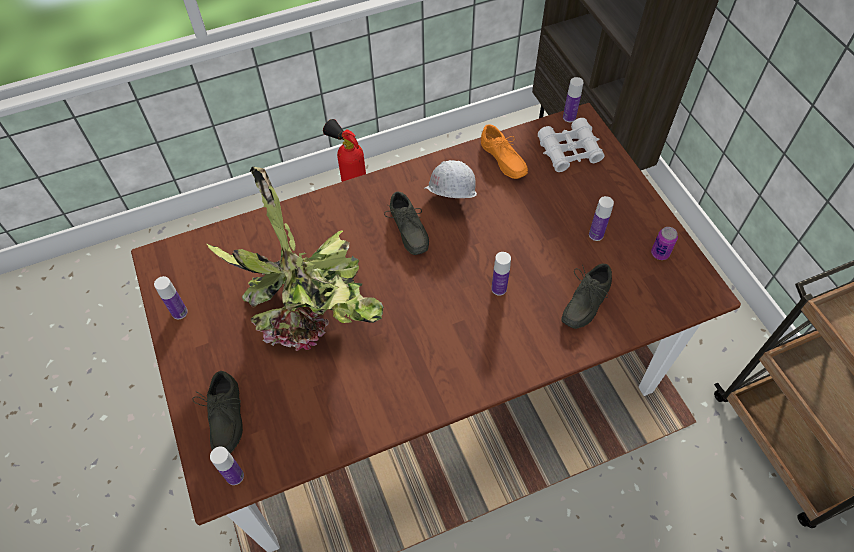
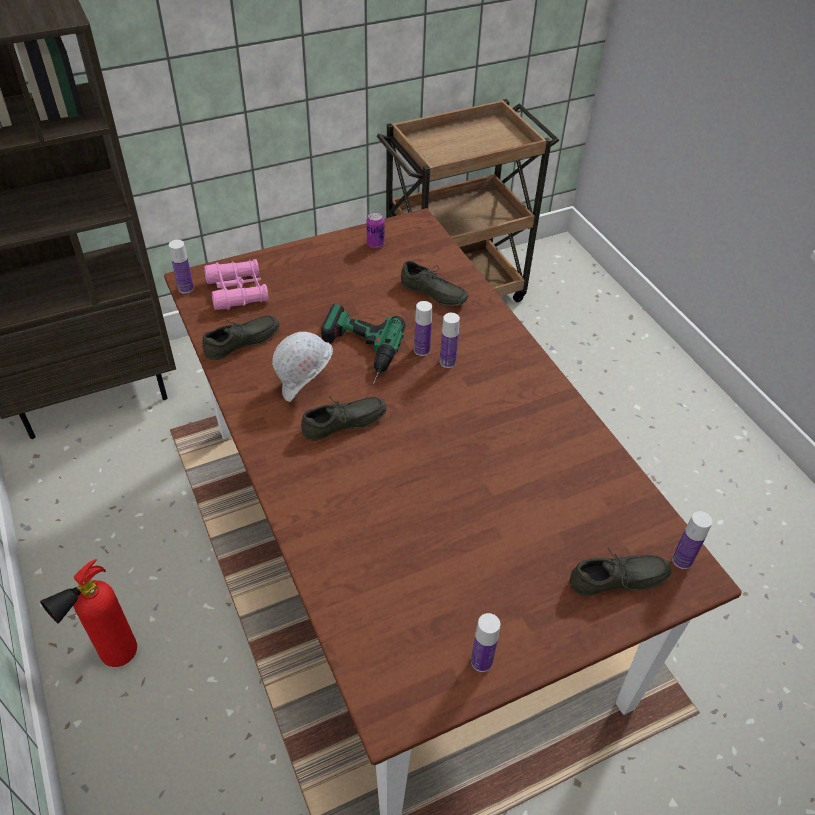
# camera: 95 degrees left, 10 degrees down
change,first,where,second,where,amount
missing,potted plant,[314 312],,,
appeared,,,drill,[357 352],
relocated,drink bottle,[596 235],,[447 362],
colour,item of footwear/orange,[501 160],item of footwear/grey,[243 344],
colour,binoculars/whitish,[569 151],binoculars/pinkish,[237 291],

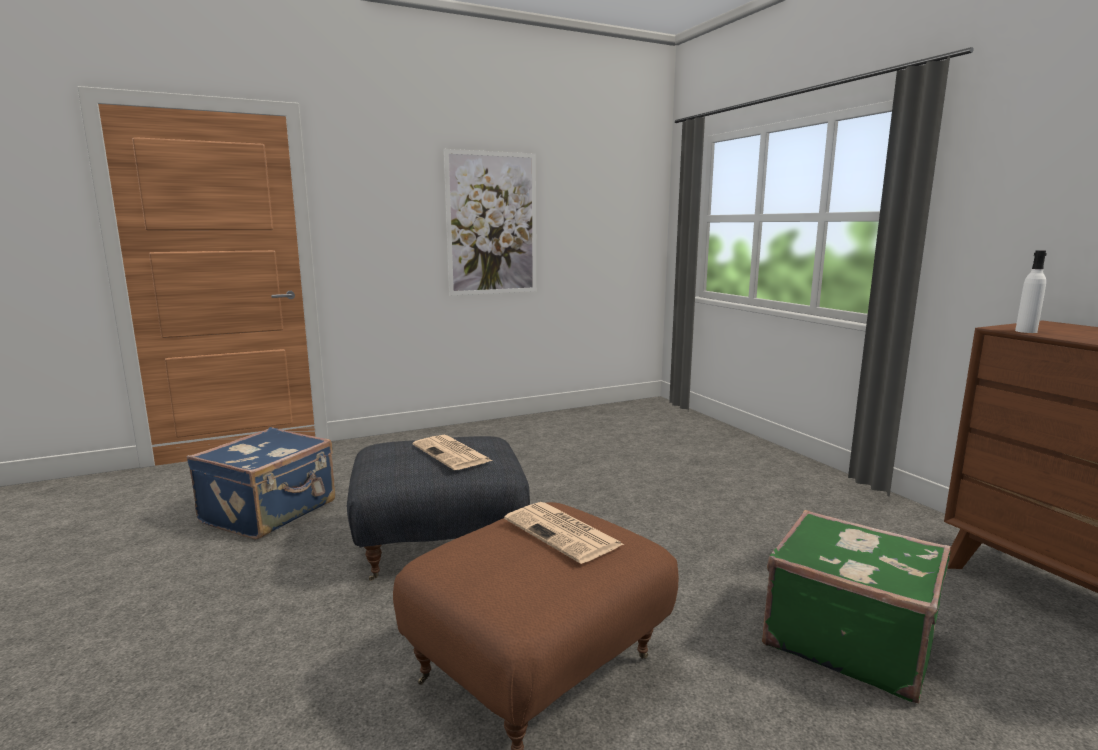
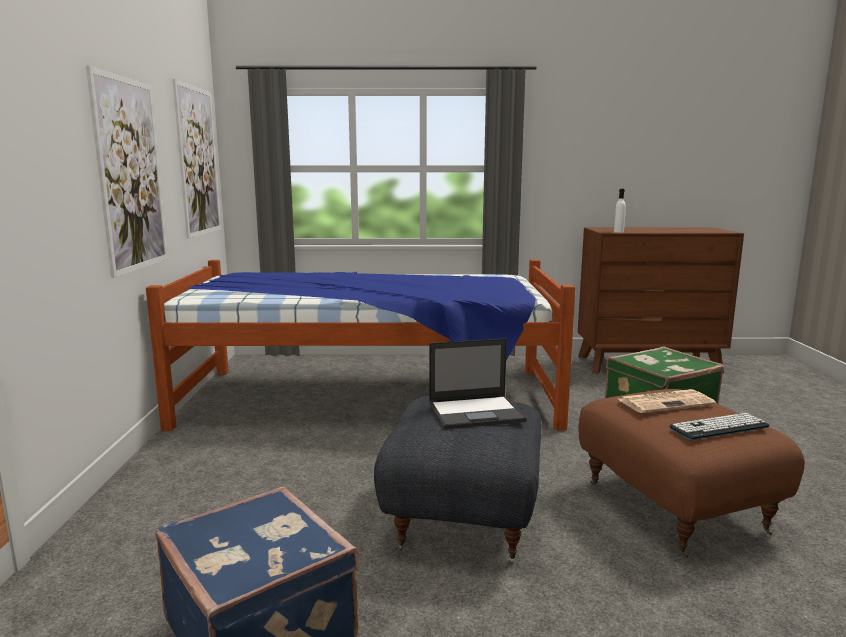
# camera: 65 degrees left, 0 degrees up
change,first,where,second,where,amount
appeared,,,bedroom bed,[371 398],
appeared,,,picture,[198 161],
appeared,,,computer keyboard,[719 427],
exchanged,newspaper,[452 453],notebook computer,[477 412],

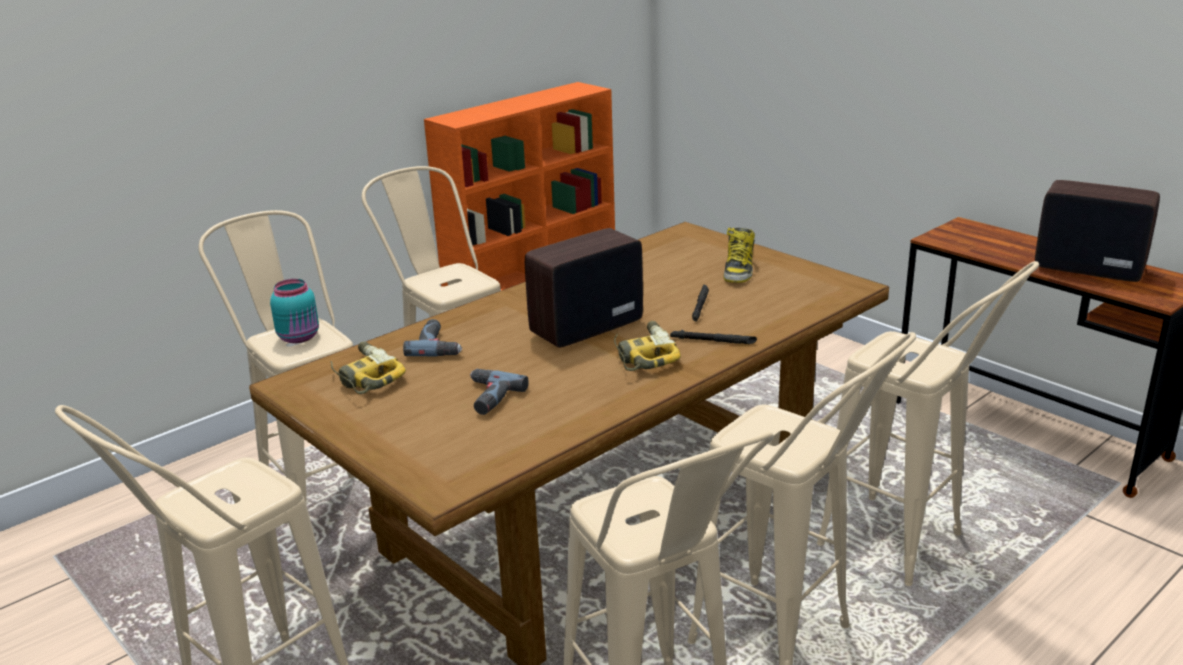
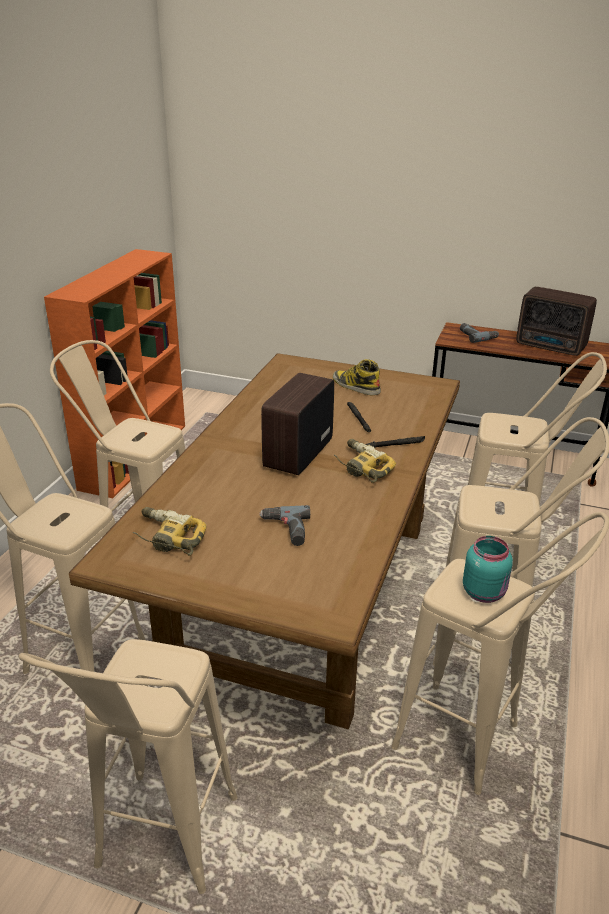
# camera: 30 degrees left, 5 degrees up
change,first,where,second,where,amount
relocated,jar/blue-green,[300 337],,[484 592],
relocated,drill,[438 345],,[477 336],
spun,high-top boot,[738 270],,[355 386],150 degrees clockwise
spun,radio receiver,[1086 268],,[551 347],150 degrees counterclockwise

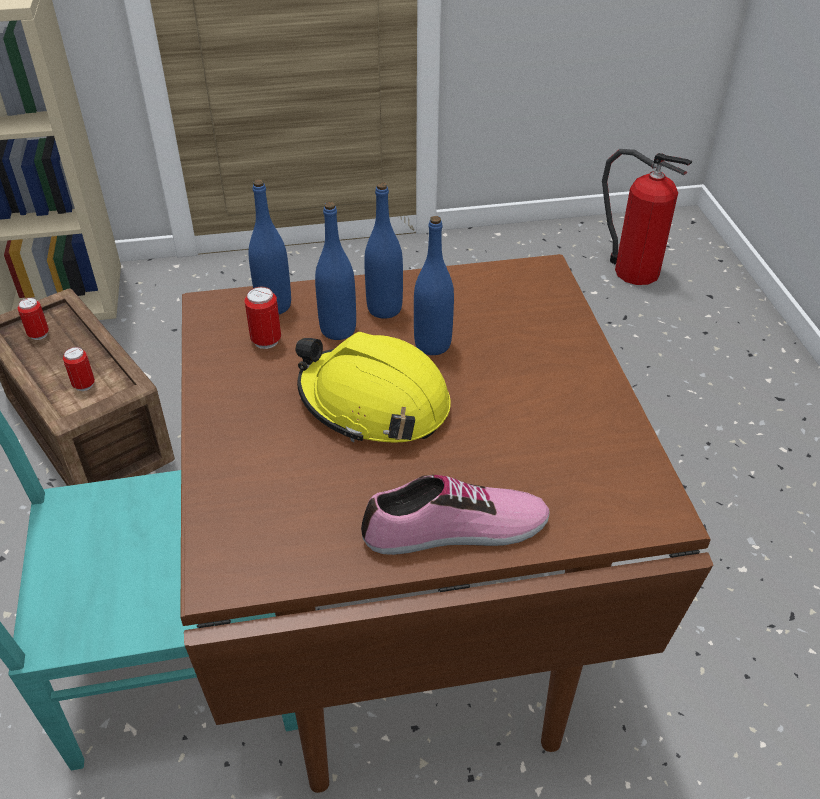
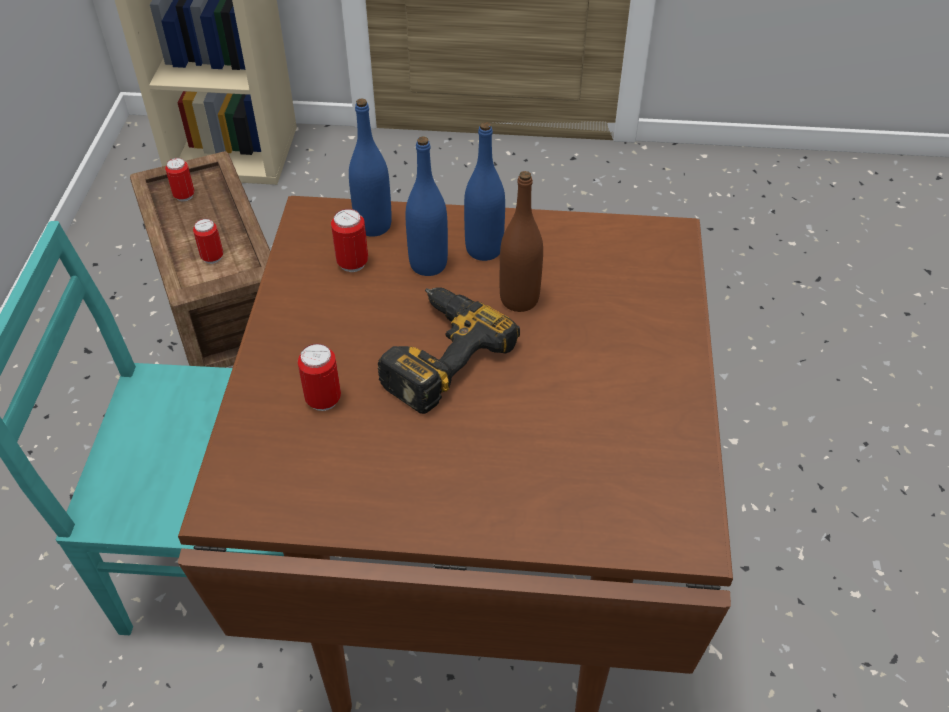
# camera: 15 degrees right, 5 degrees up
change,first,where,second,where,amount
missing,item of footwear,[456 531],,,
missing,extinguisher,[632 270],,,
appeared,,,can,[323 400],
exchanged,safety helmet/yellow,[374 403],drill,[435 353],
colour,drink bottle/blue-coloured,[432 345],drink bottle/brown,[519 299],

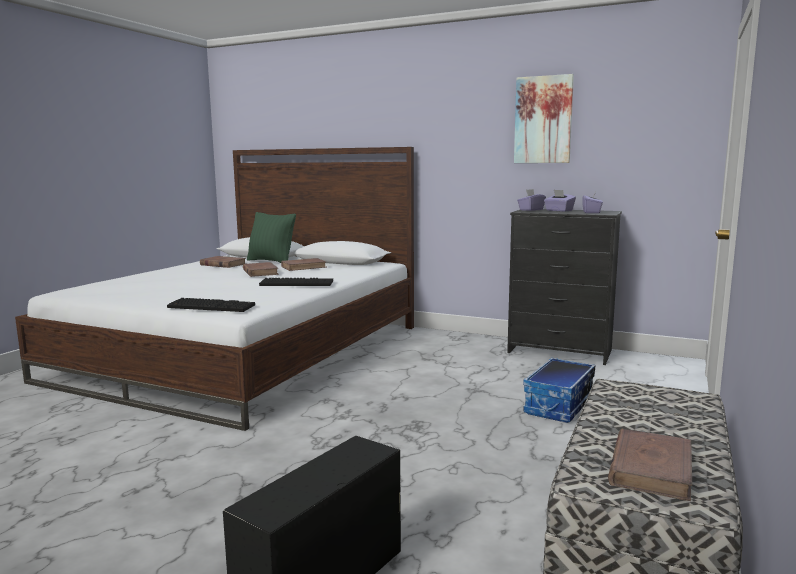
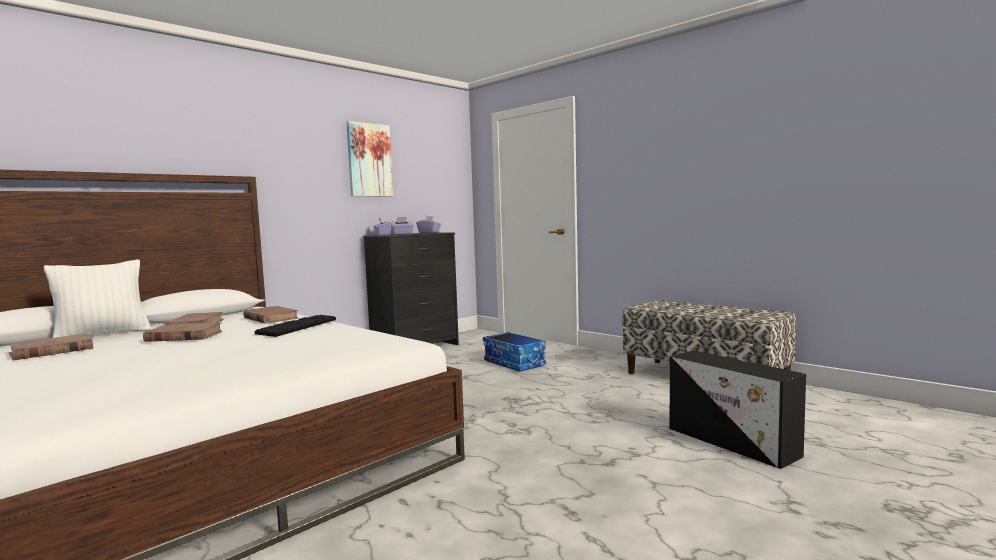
# camera: 70 degrees left, 5 degrees down
change,first,where,second,where,amount
missing,computer keyboard,[212 306],,,
relocated,volume/brown,[651 468],,[270 318],
colour,cushion/green-coloured,[271 261],cushion/whitish,[103 334],

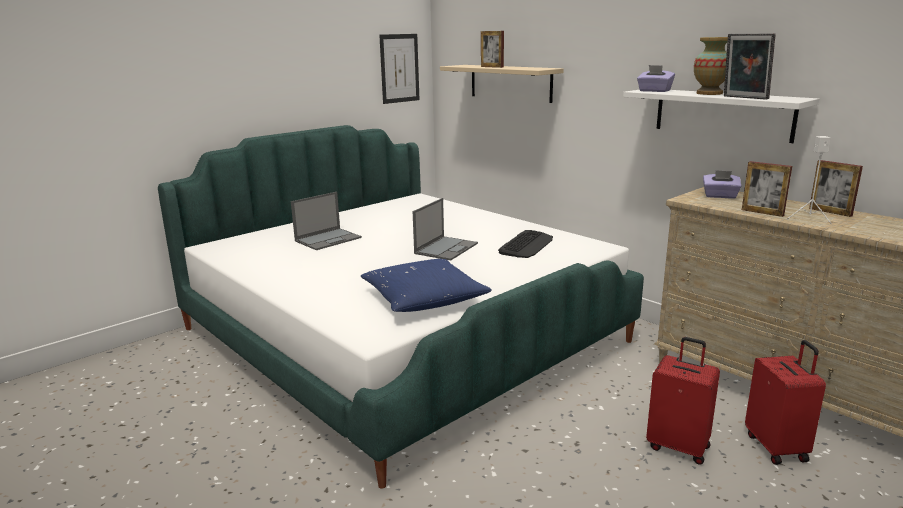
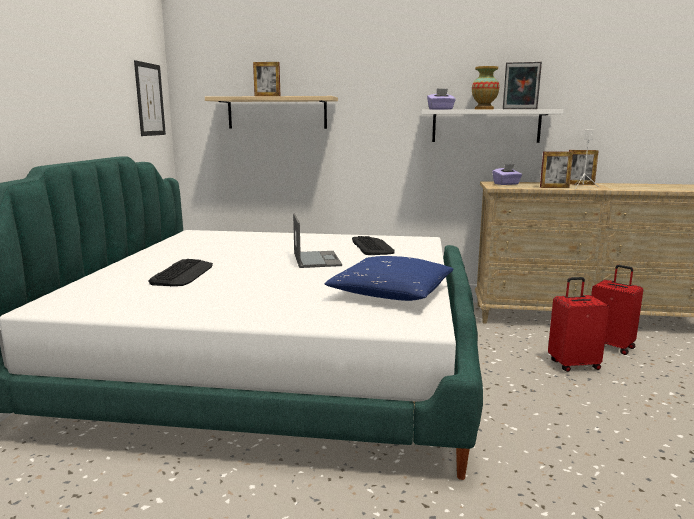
# camera: 40 degrees left, 5 degrees down
change,first,where,second,where,amount
exchanged,notebook computer,[328 239],computer keyboard,[183 274],

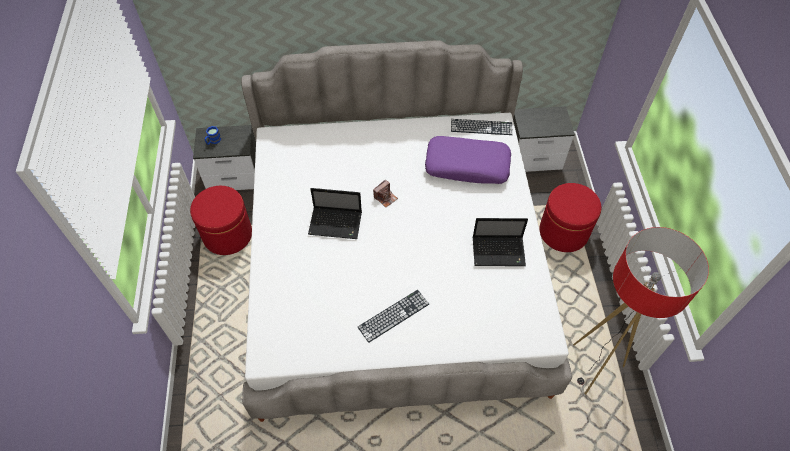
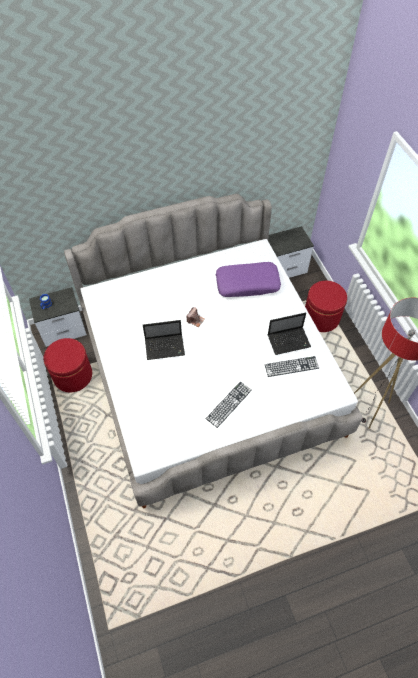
# camera: 15 degrees left, 0 degrees up
change,first,where,second,where,amount
relocated,computer keyboard,[481 127],,[291 366],

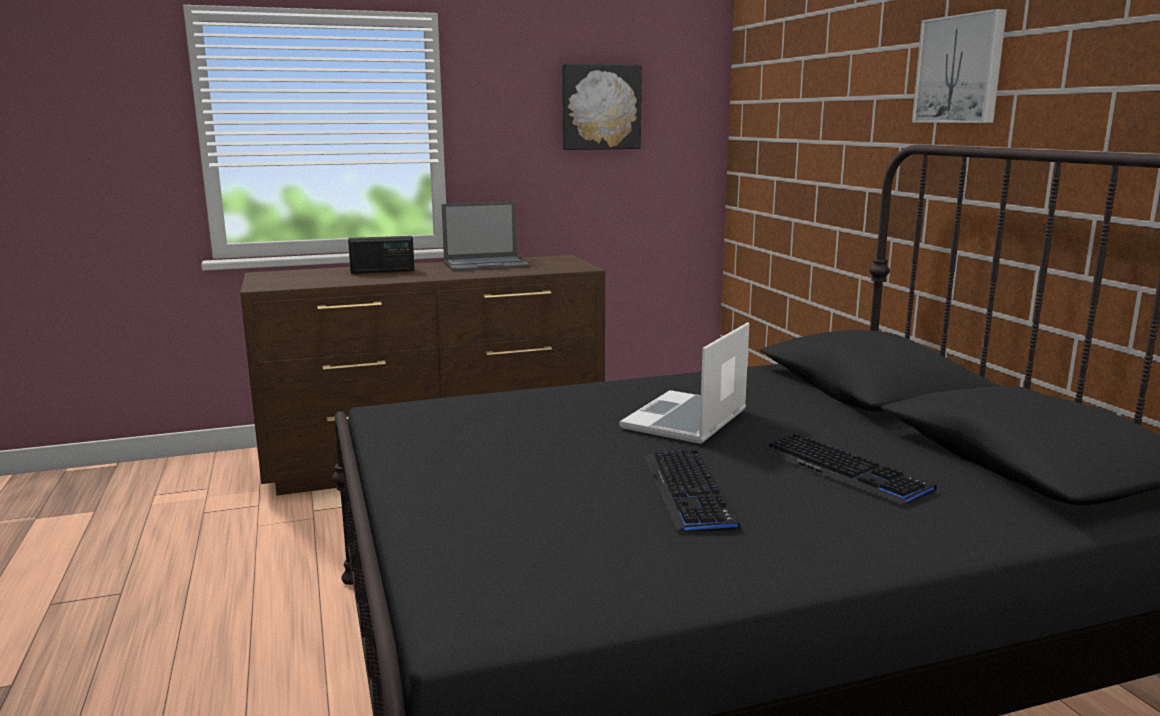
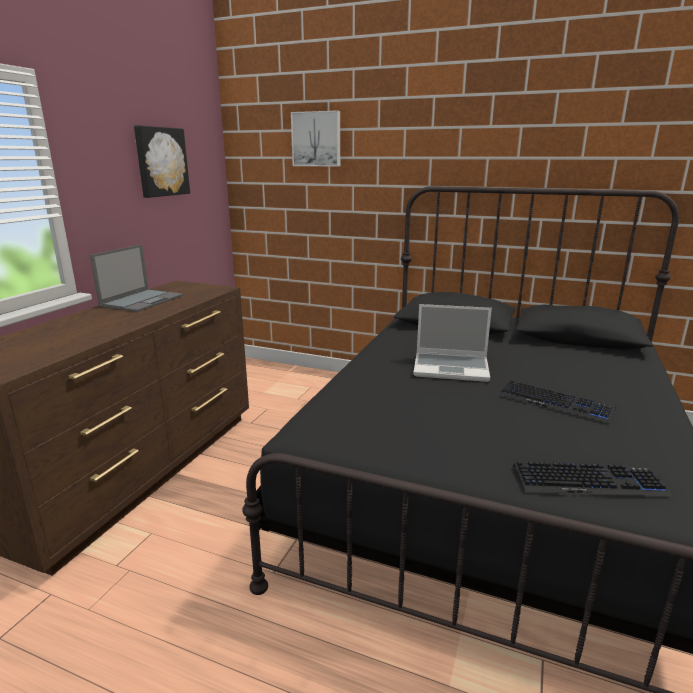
# camera: 50 degrees left, 5 degrees up
change,first,where,second,where,amount
missing,radio receiver,[382 271],,,
relocated,computer keyboard,[844 471],,[588 481],
relocated,picture,[961 69],,[317 139],
spun,notebook computer,[686 420],,[452 368],60 degrees counterclockwise

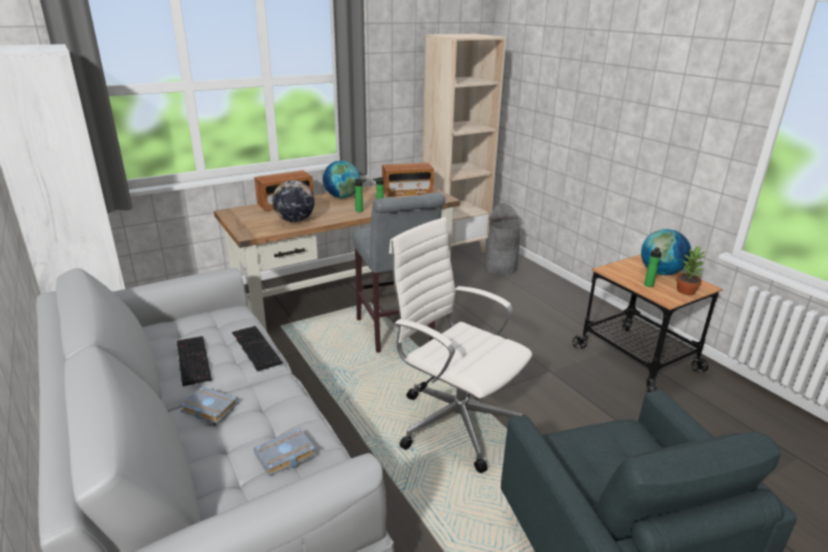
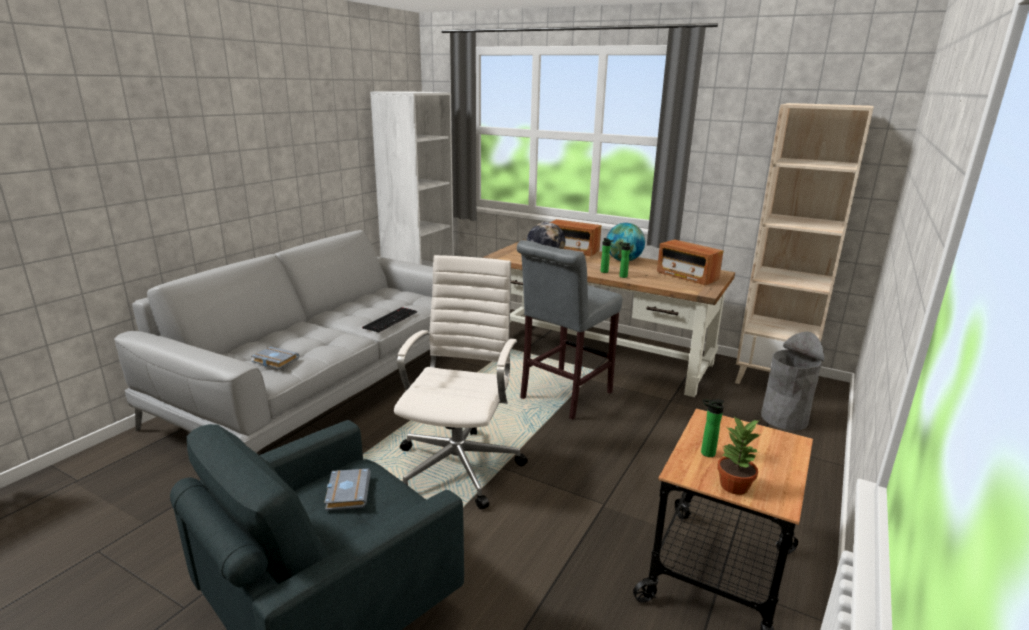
# camera: 60 degrees right, 5 degrees down
change,first,where,second,where,amount
missing,computer keyboard,[192 360],,,
missing,world globe,[660 272],,,
relocated,volume/grey,[208 408],,[346 492],

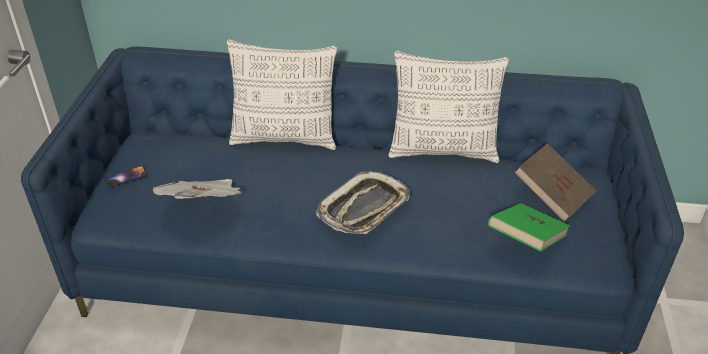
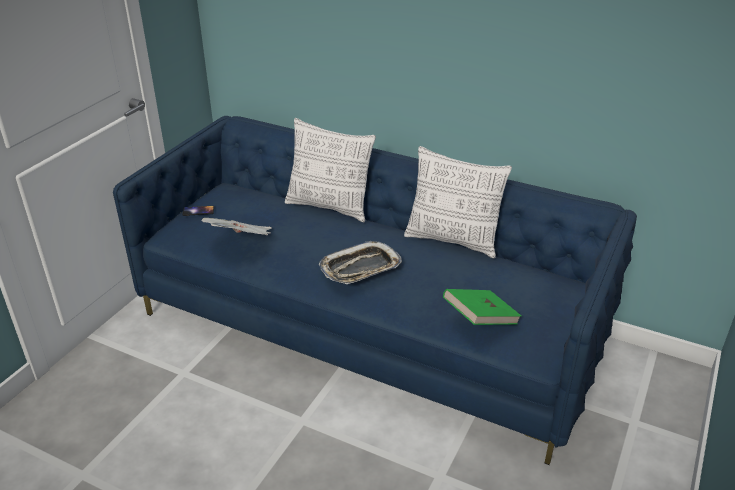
# camera: 20 degrees right, 5 degrees down
change,first,where,second,where,amount
missing,volume/brown,[552 195],,,

